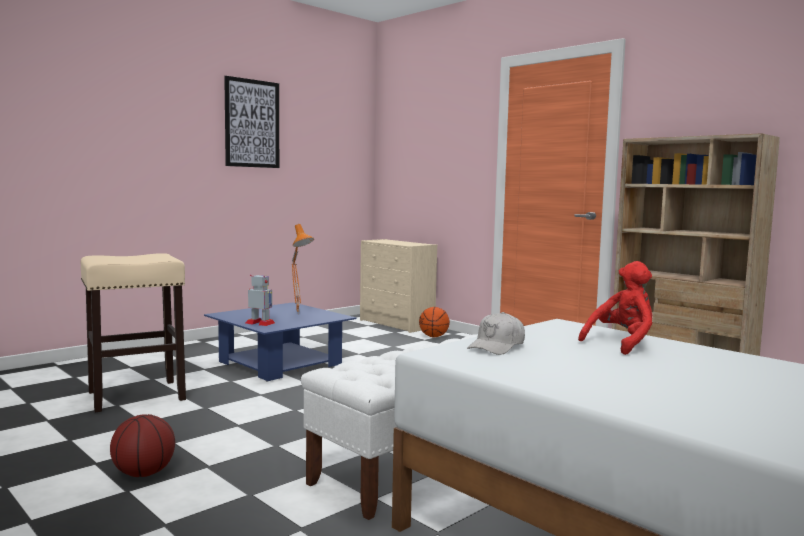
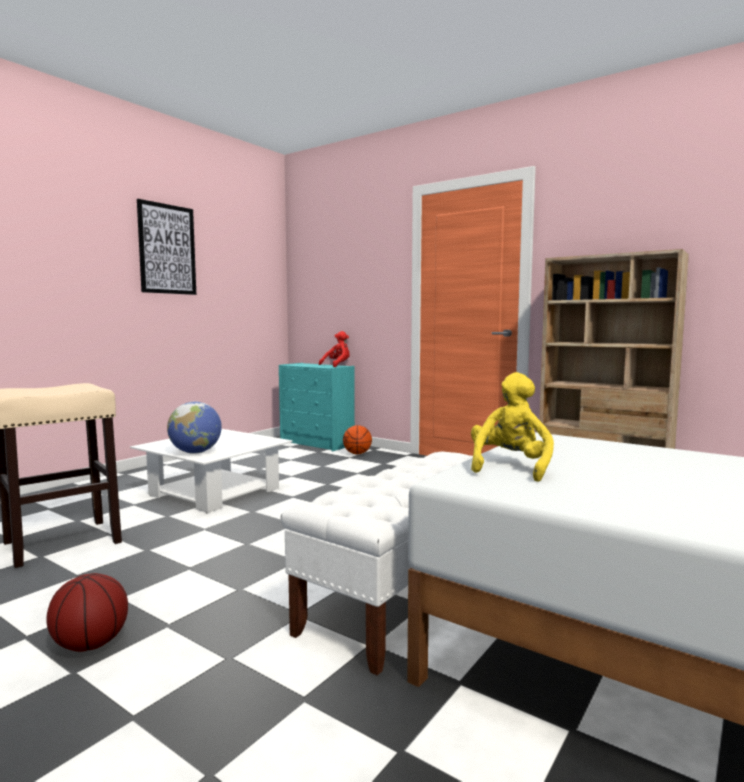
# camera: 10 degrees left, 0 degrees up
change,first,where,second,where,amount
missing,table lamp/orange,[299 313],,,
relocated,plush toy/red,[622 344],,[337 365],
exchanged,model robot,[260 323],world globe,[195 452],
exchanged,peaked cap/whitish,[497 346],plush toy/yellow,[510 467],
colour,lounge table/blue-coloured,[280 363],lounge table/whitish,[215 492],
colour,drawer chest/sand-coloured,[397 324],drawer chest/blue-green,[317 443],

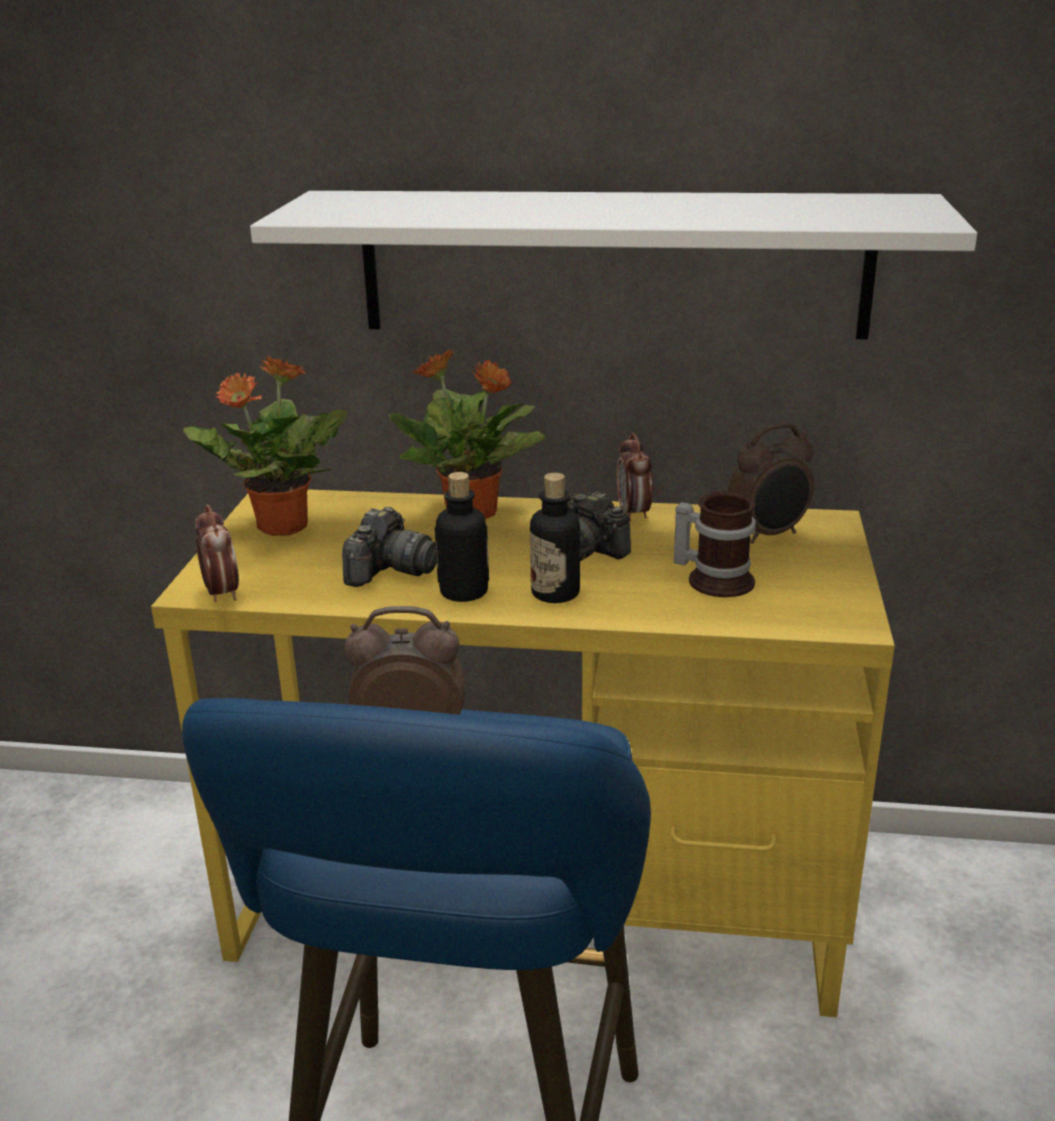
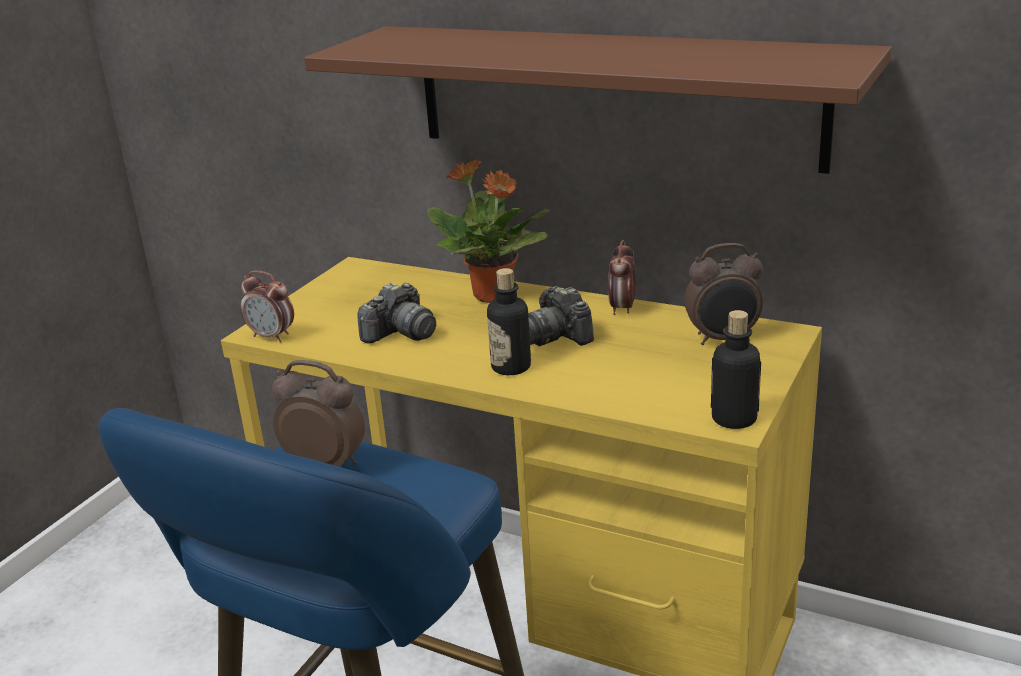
# camera: 20 degrees right, 0 degrees up
change,first,where,second,where,amount
missing,potted plant,[280 527],,,
missing,coffee mug,[715 579],,,
relocated,drink bottle,[464 592],,[734 418],
colour,shelf/whitish,[613 264],shelf/brown,[613 95],
spun,table clock,[221 593],,[272 336],120 degrees clockwise

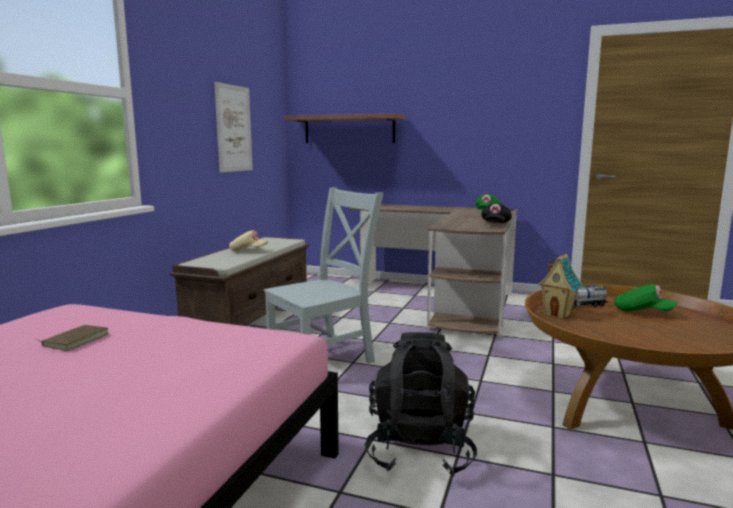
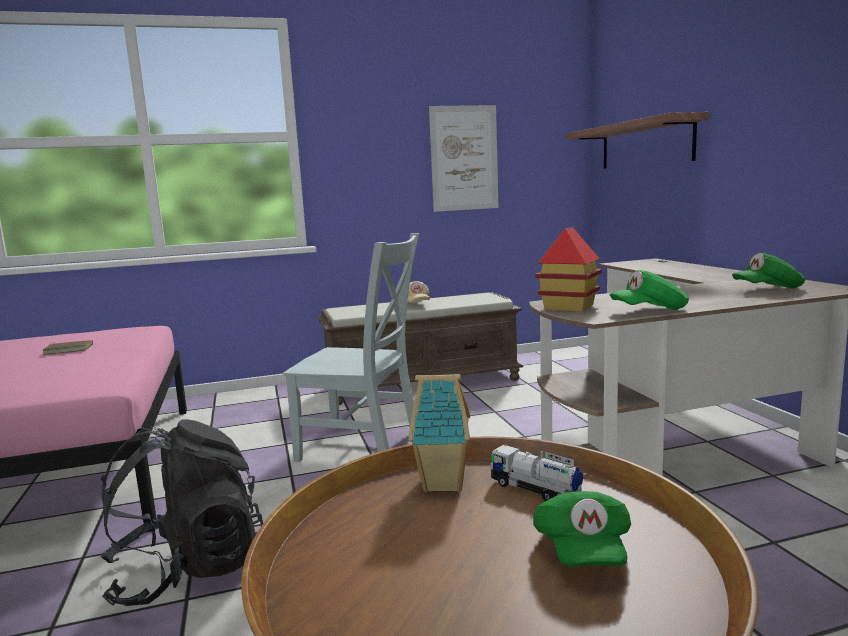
# camera: 55 degrees right, 0 degrees up
change,first,where,second,where,amount
appeared,,,miniature house,[568 307],
colour,peaked cap/black-coloured,[495 224],peaked cap/green-coloured,[649 311],

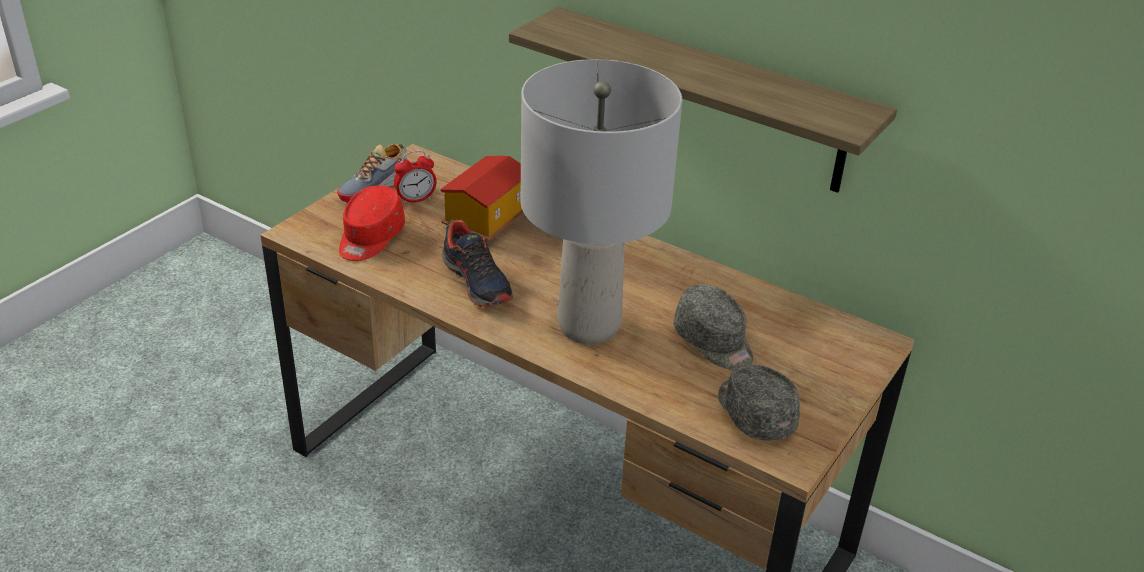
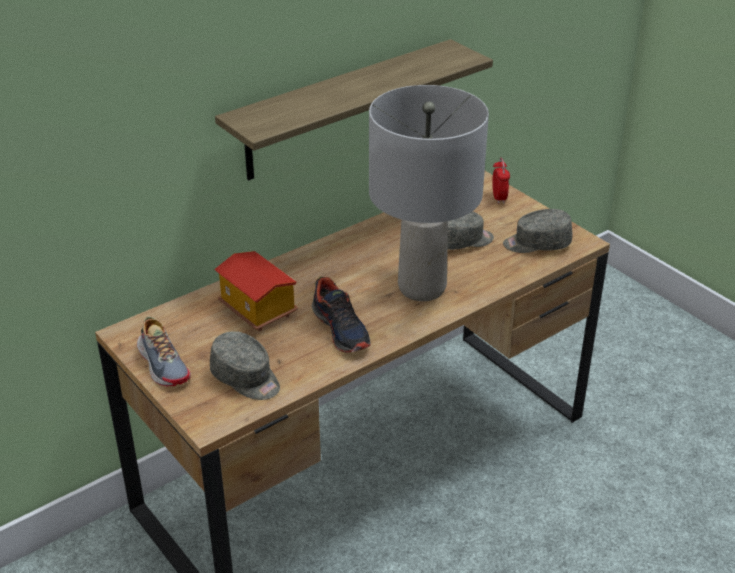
# camera: 70 degrees left, 0 degrees up
change,first,where,second,where,amount
relocated,table clock,[416 199],,[499 198],
colour,peaked cap/red,[370 238],peaked cap/grey,[246 378],
spun,item of footwear,[477 281],,[341 329],75 degrees clockwise

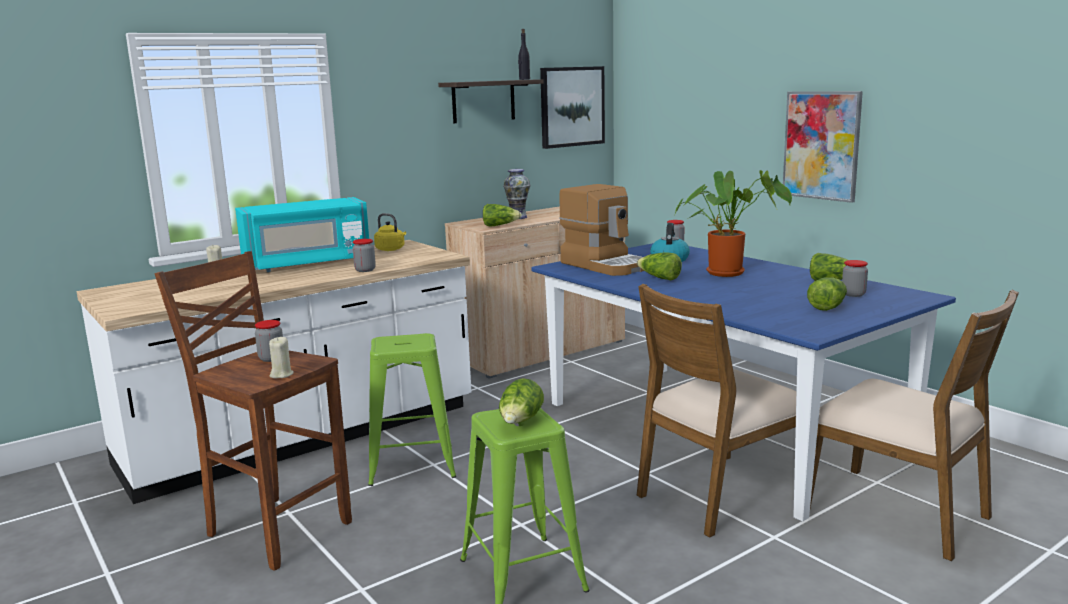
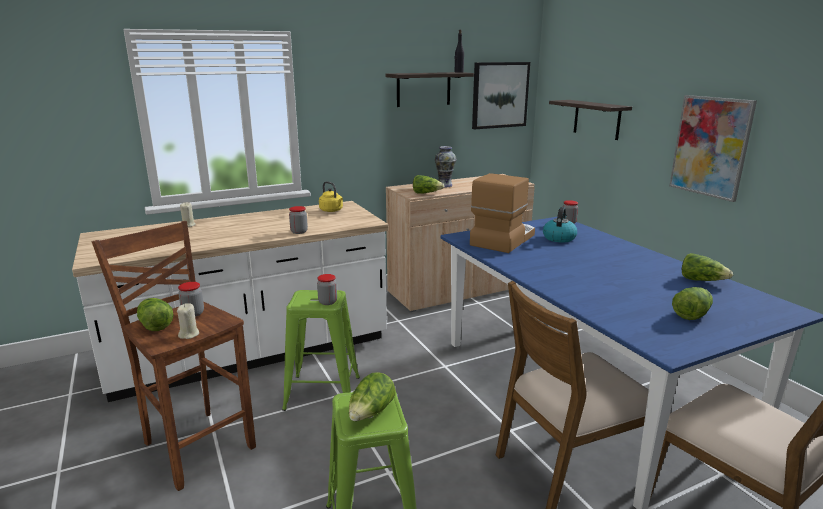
# camera: 10 degrees right, 5 degrees up
change,first,where,second,where,amount
missing,microwave/blue-green,[307 264],,,
missing,potted plant,[729 272],,,
appeared,,,shelf,[597 119],
relocated,lettuce head,[659 278],,[155 324],
relocated,jar,[853 294],,[327 302],
spun,coffee maker,[606 265],,[502 239],120 degrees counterclockwise

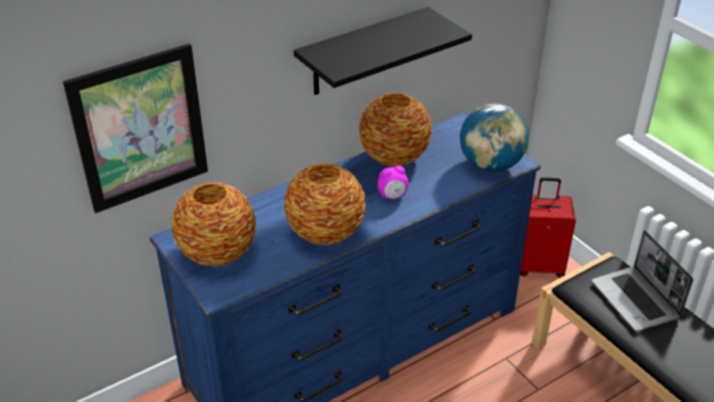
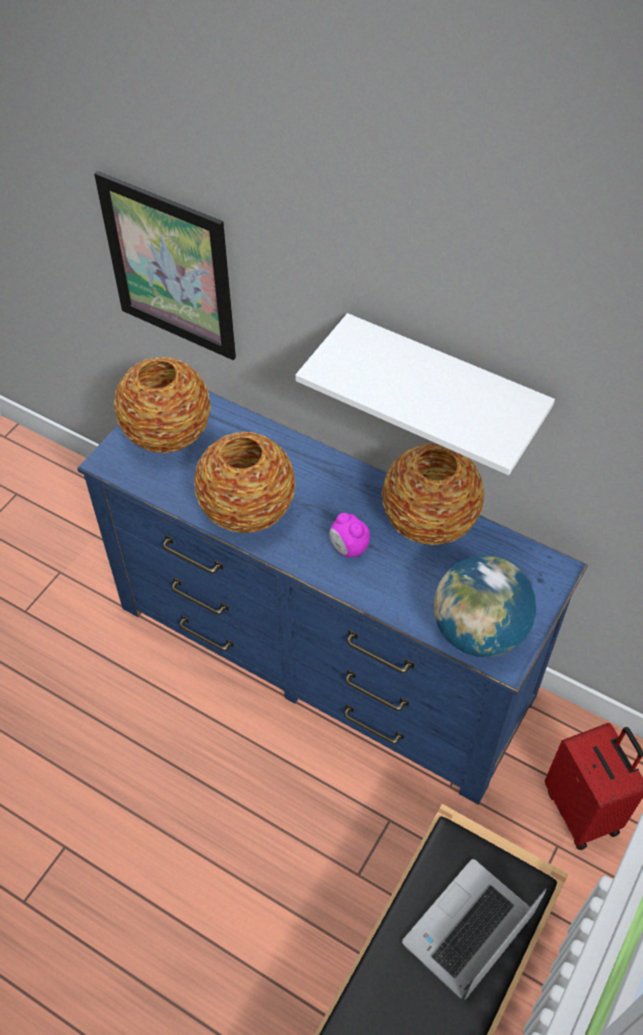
# camera: 65 degrees right, 15 degrees up
change,first,where,second,where,amount
colour,shelf/black-coloured,[363 52],shelf/whitish,[444 382],

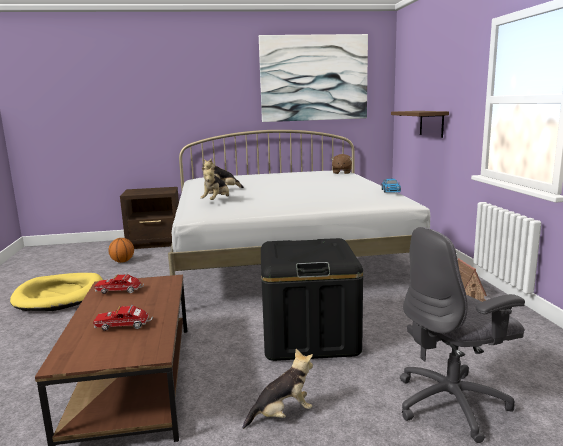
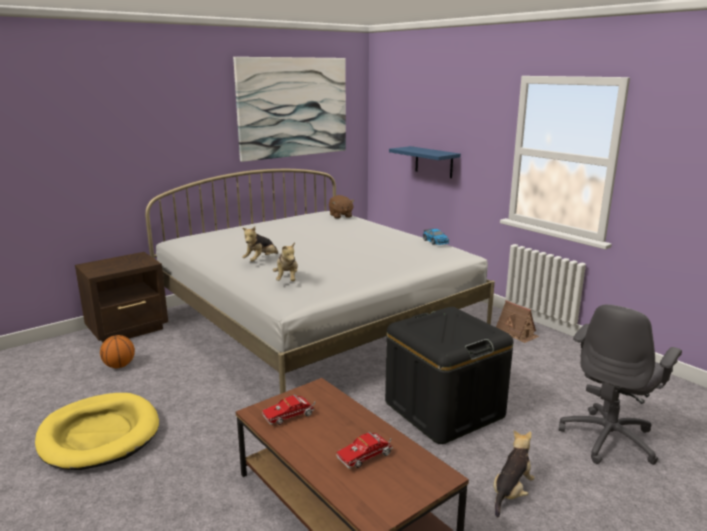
# camera: 30 degrees left, 5 degrees up
change,first,where,second,where,amount
colour,shelf/brown,[431 123],shelf/blue-coloured,[434 162],

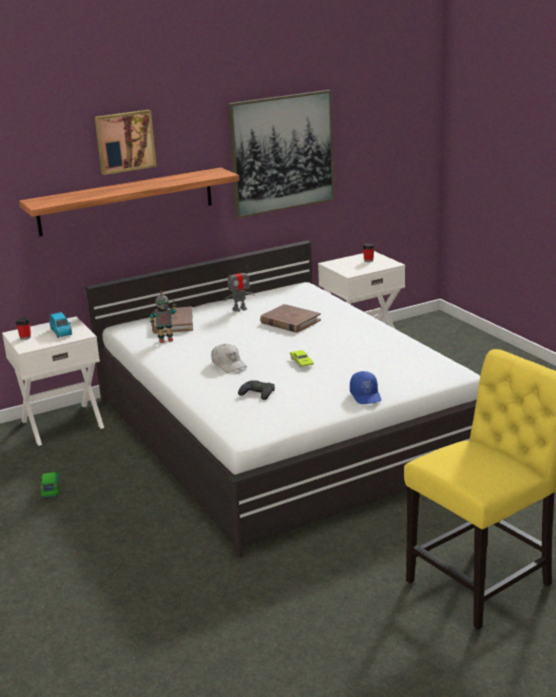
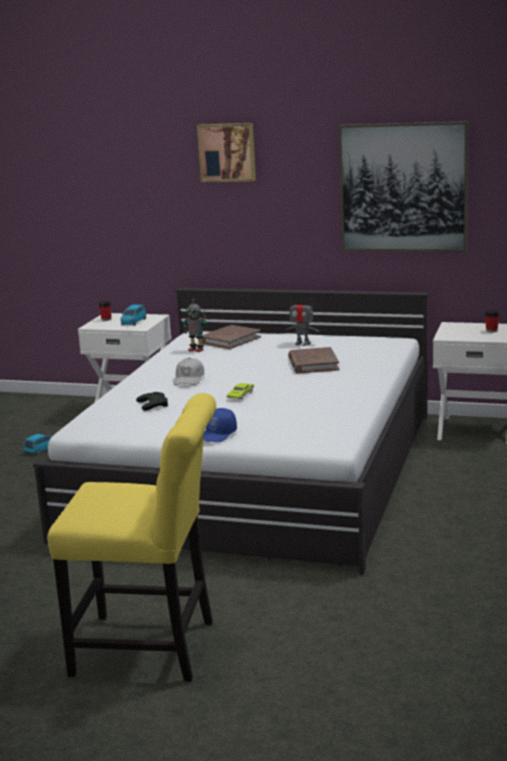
# camera: 45 degrees right, 5 degrees down
change,first,where,second,where,amount
missing,shelf,[126 201],,,
colour,toy car/green-coloured,[51 489],toy car/blue-coloured,[41 449],

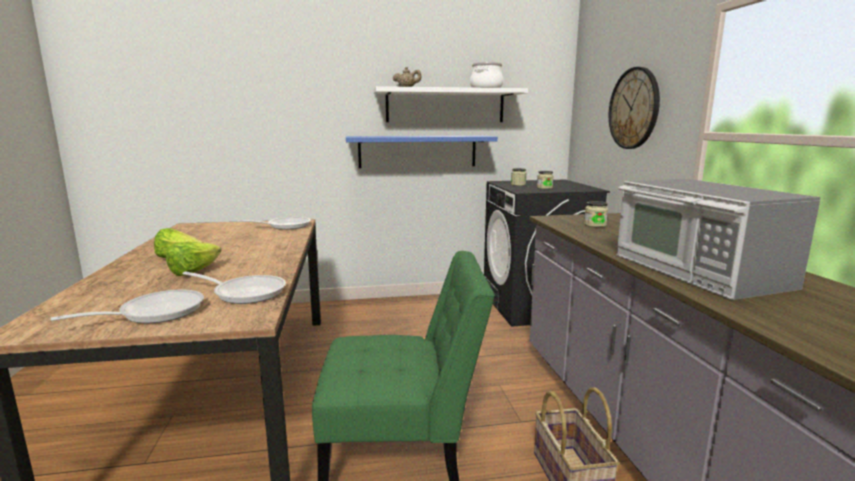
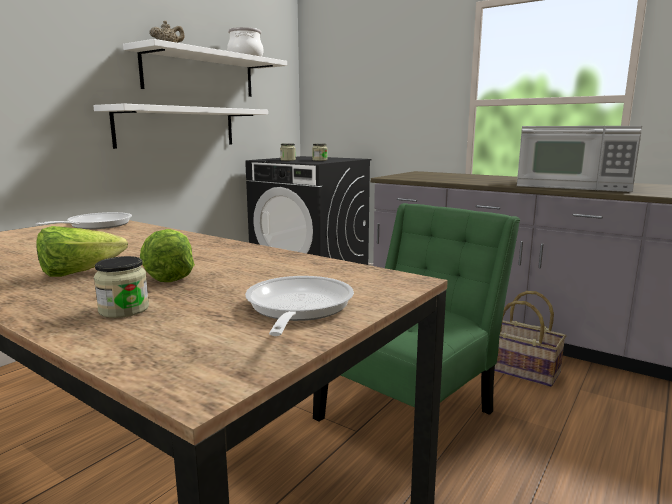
# camera: 45 degrees left, 0 degrees up
change,first,where,second,where,amount
missing,skillet,[245 293],,,
missing,wall clock,[634 108],,,
relocated,jar,[595 225],,[124 309],
colour,shelf/blue-coloured,[417 151],shelf/whitish,[177 127],

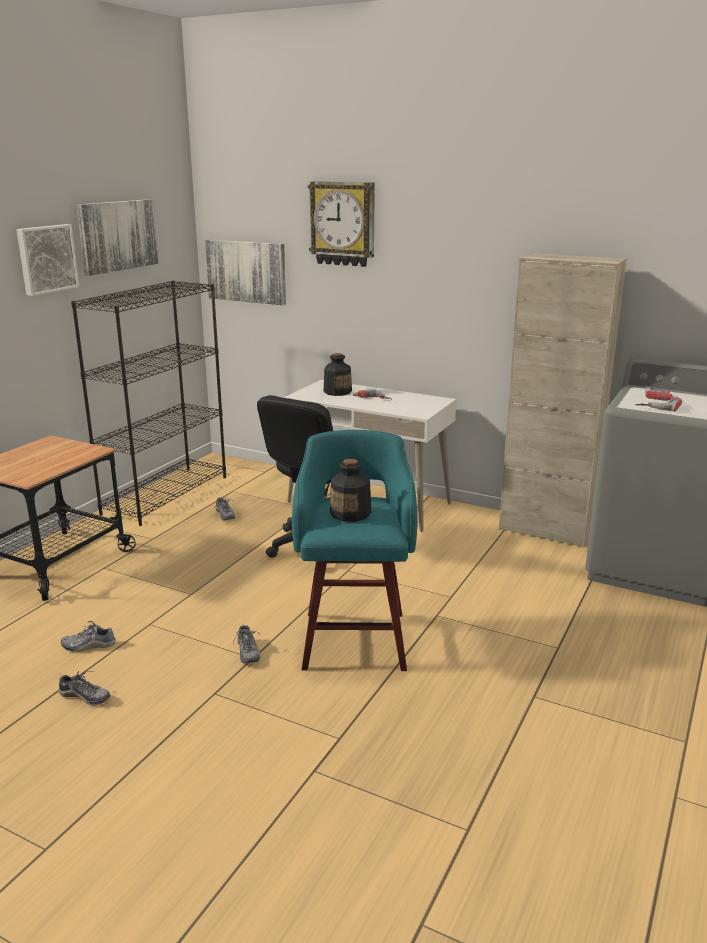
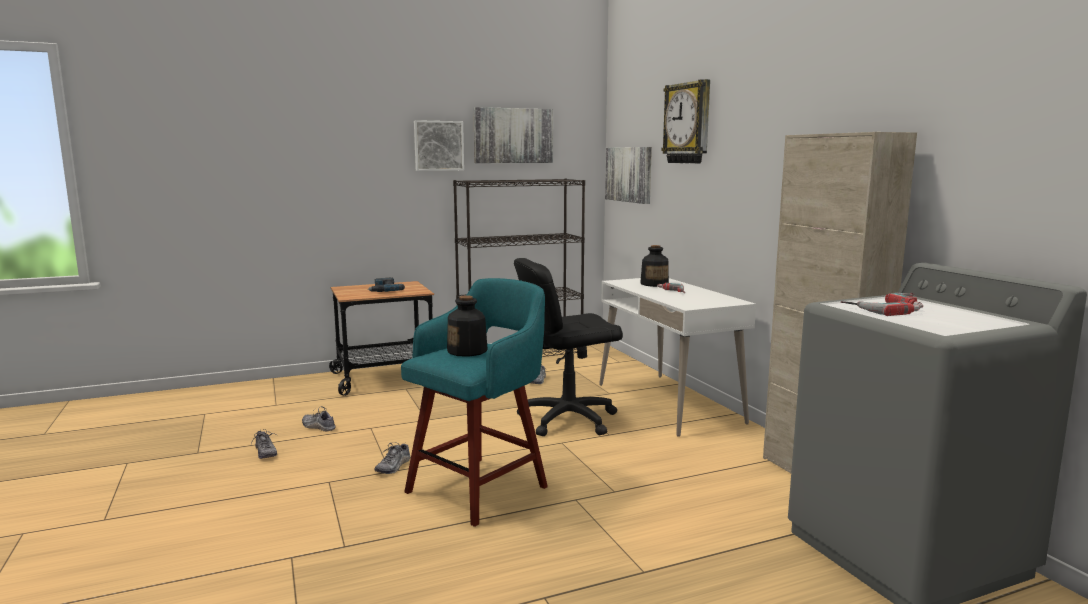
# camera: 40 degrees right, 10 degrees down
change,first,where,second,where,amount
appeared,,,drill,[383 290],

